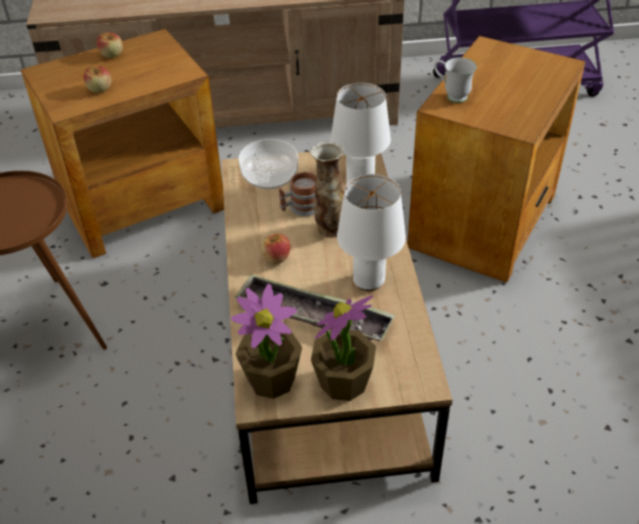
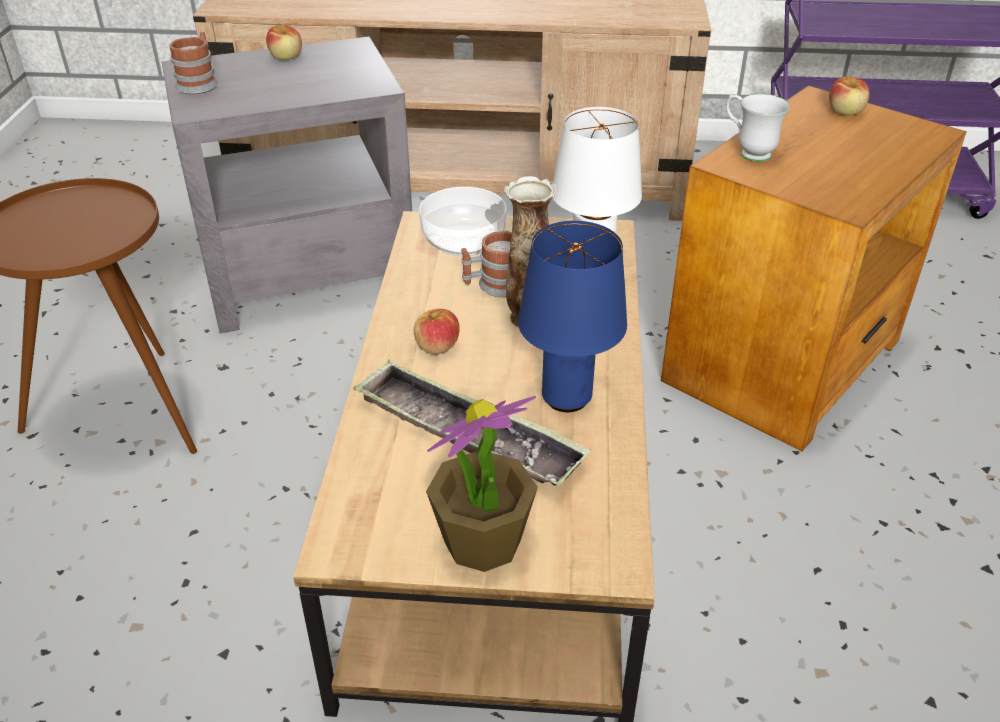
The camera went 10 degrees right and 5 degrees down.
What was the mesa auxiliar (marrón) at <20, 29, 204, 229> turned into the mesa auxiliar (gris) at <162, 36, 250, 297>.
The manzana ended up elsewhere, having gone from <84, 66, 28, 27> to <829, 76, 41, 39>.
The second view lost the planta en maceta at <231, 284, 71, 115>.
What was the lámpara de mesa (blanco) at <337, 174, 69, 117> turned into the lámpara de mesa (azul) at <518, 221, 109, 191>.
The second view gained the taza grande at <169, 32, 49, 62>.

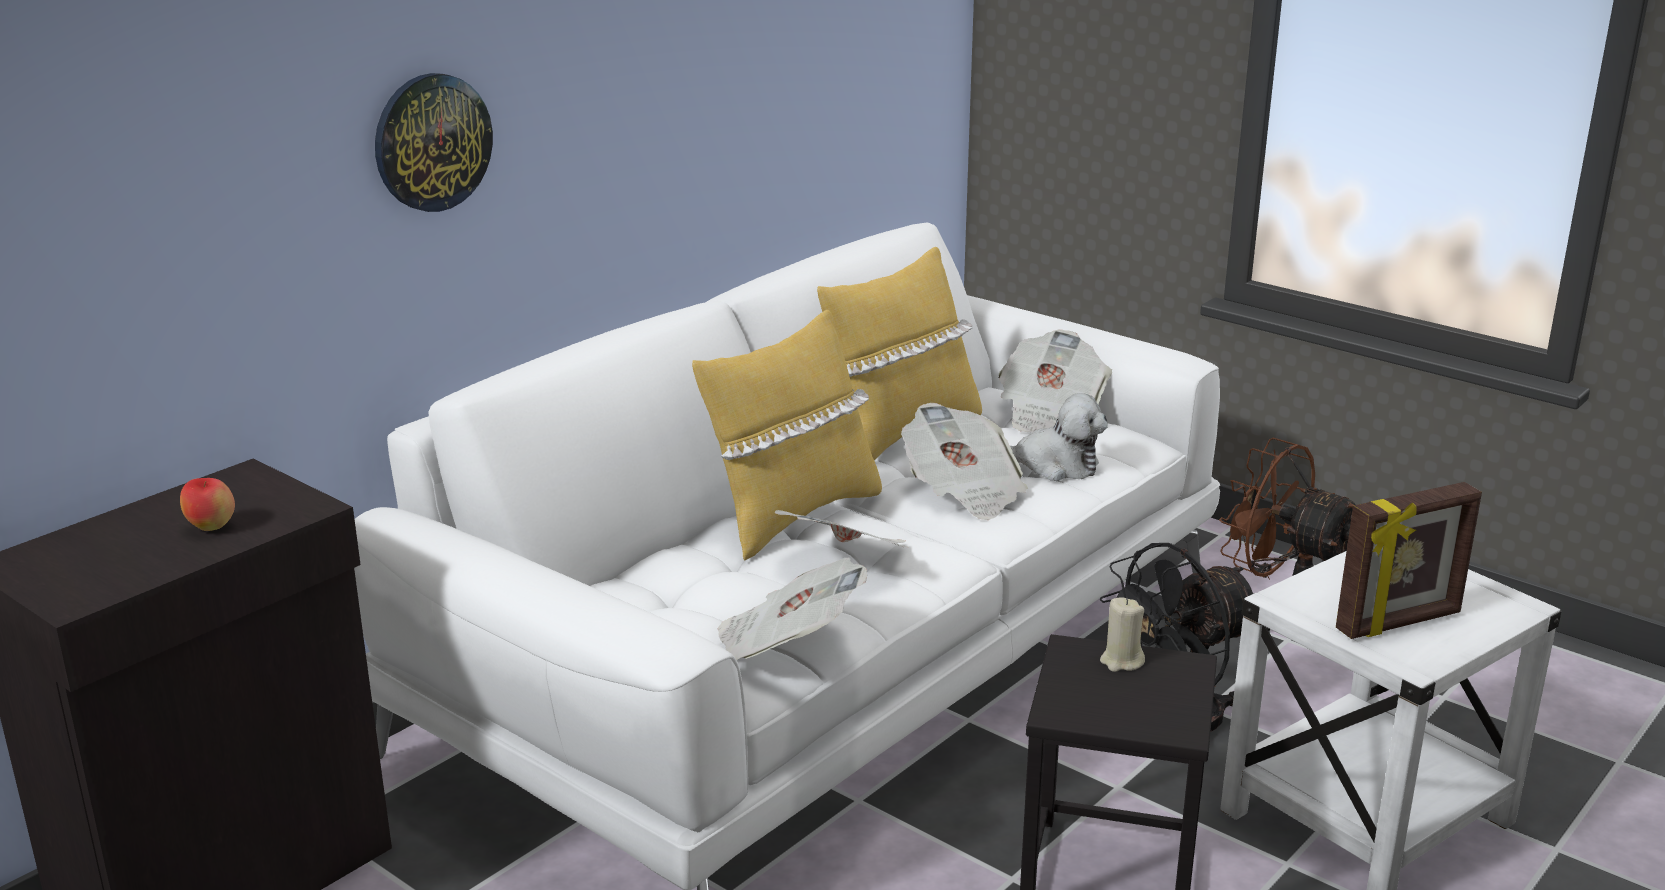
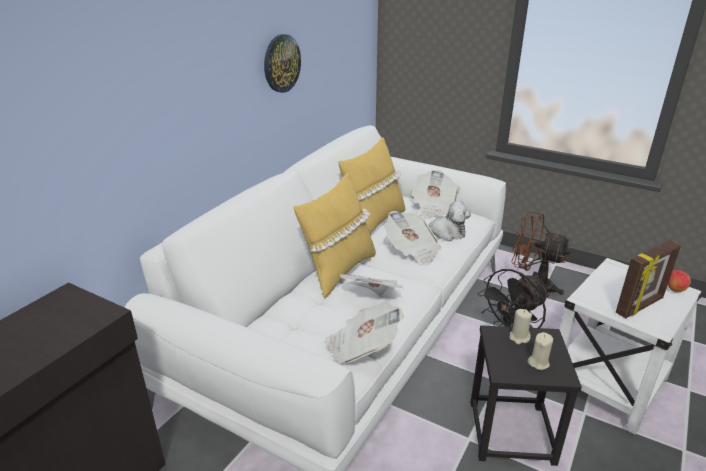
The camera went 10 degrees left and 5 degrees up.
The manzana ended up elsewhere, having gone from <180, 478, 55, 53> to <668, 270, 23, 22>.
The reloj de pared ended up elsewhere, having gone from <375, 73, 118, 139> to <264, 34, 37, 59>.
The second view gained the vela (beis) at <528, 332, 25, 38>.

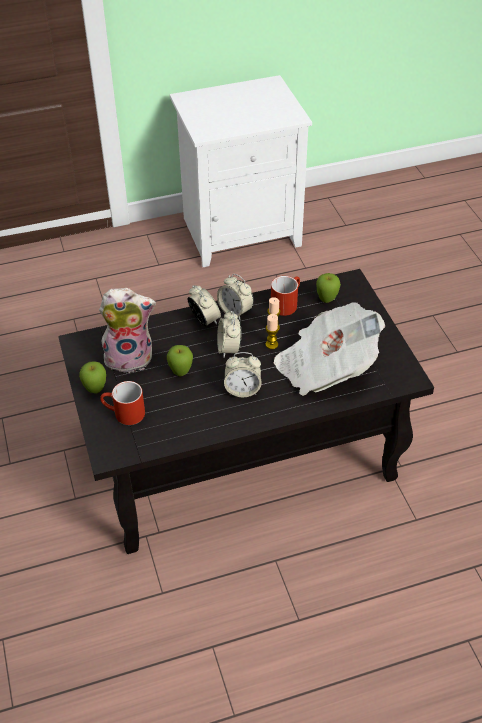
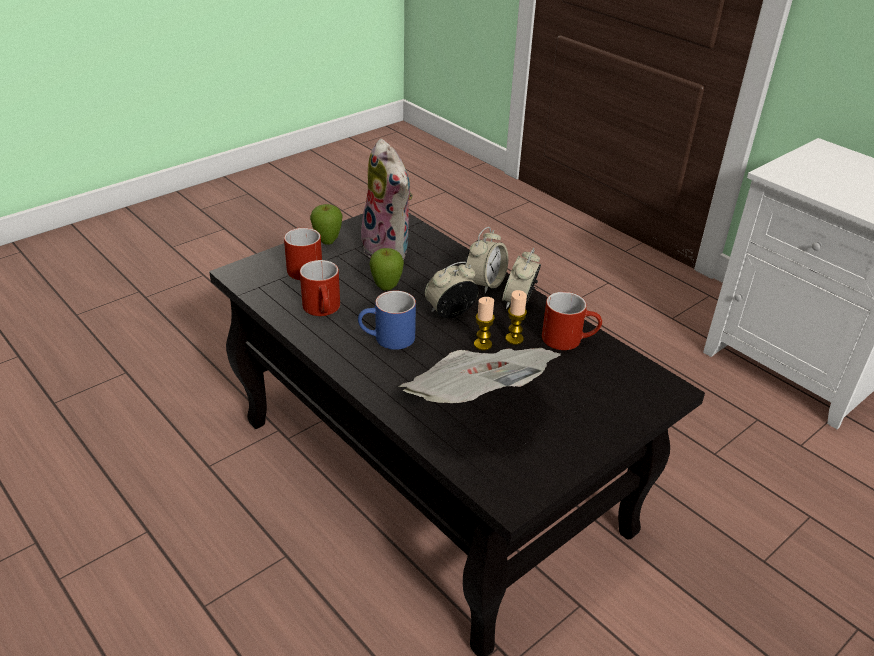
The camera went 65 degrees right and 10 degrees down.
Where the despertador stood at <224, 352, 38, 45>, the taza grande (azul) came to stand at <358, 291, 58, 59>.
The second view lost the manzana at <316, 273, 25, 30>.
The second view gained the taza grande (rojo) at <300, 260, 40, 56>.

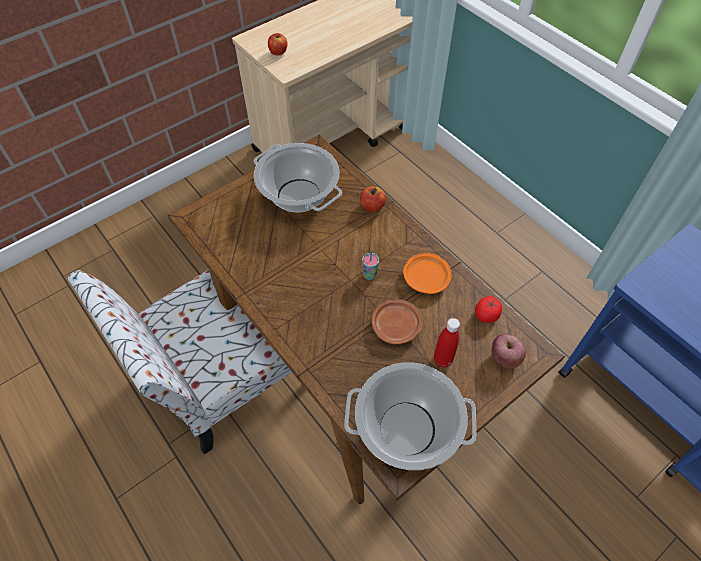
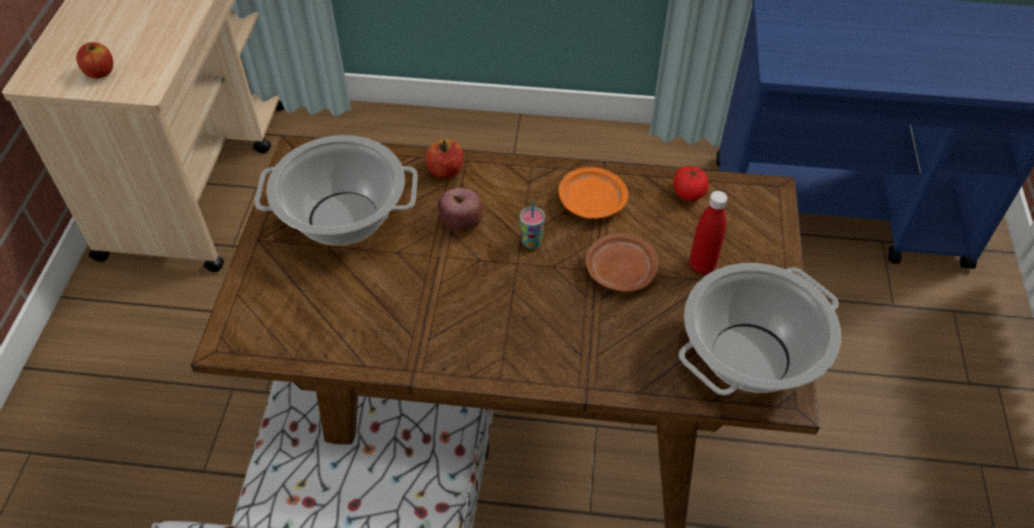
The camera went 45 degrees left and 5 degrees down.
The manzana ended up elsewhere, having gone from <491, 334, 35, 35> to <438, 188, 46, 43>.

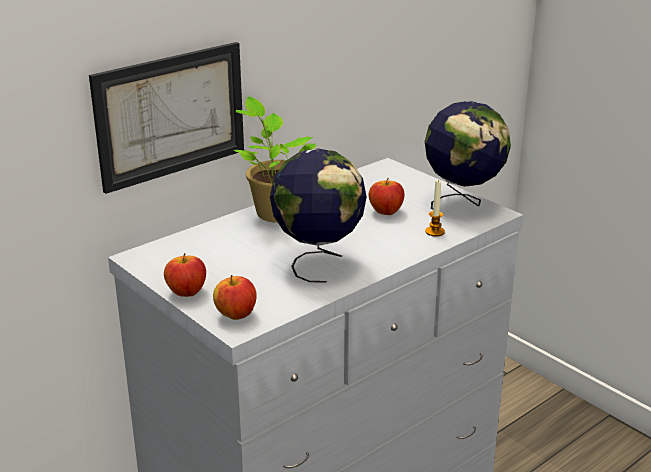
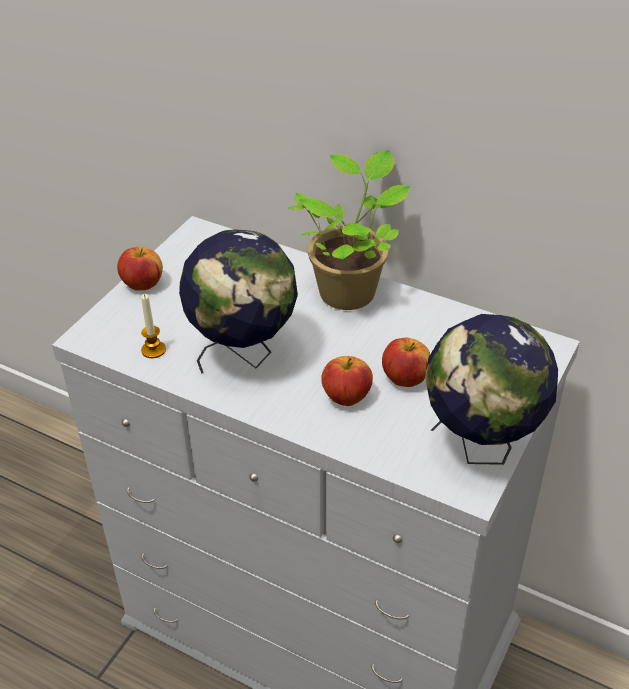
The camera went 70 degrees right and 15 degrees up.
The second view lost the cuadro at <89, 42, 155, 152>.
The manzana ended up elsewhere, having gone from <213, 275, 44, 45> to <321, 356, 52, 50>.
The vela ended up elsewhere, having gone from <425, 179, 20, 58> to <141, 294, 25, 64>.

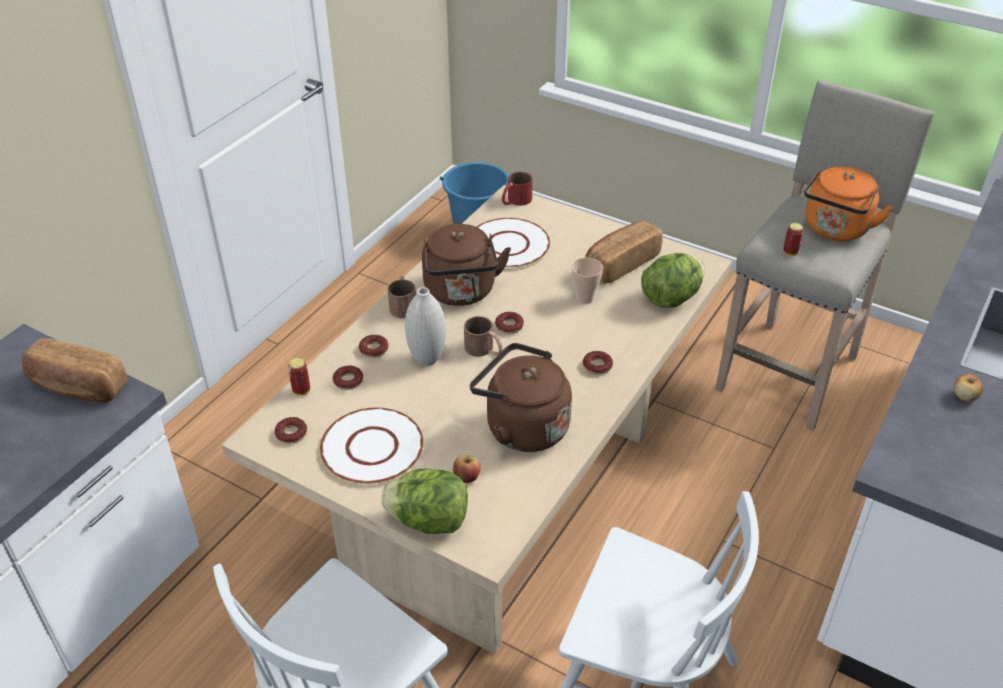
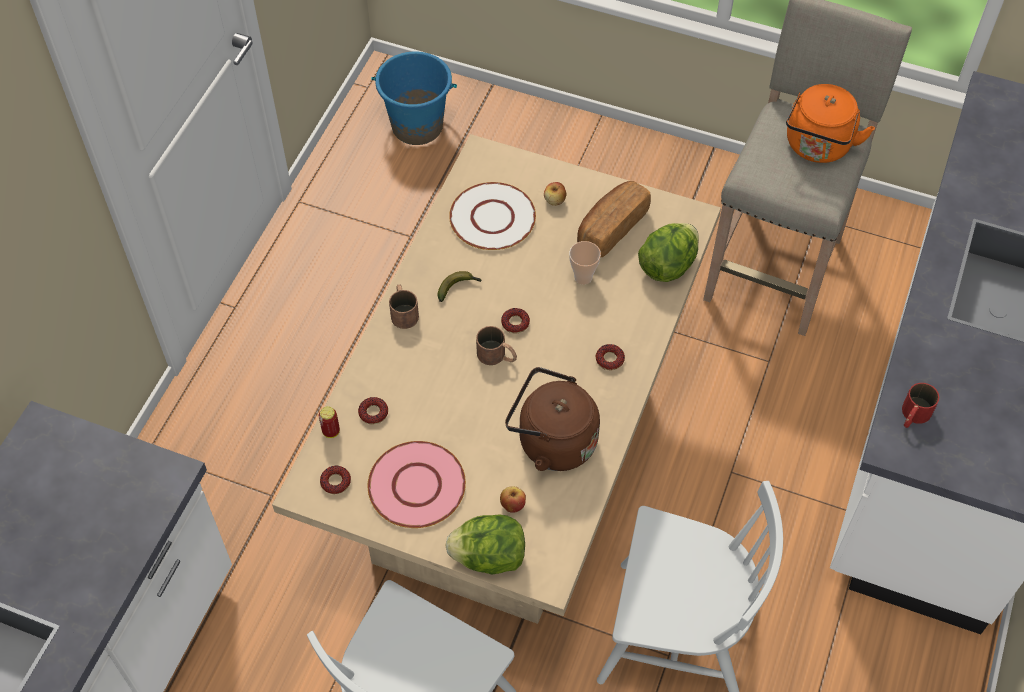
The camera went 10 degrees left and 15 degrees up.
The second view lost the pan at <22, 338, 106, 64>.
What was the plato (blanco) at <320, 407, 104, 77> turned into the plato (rosa) at <368, 441, 98, 87>.
The second view lost the rosquilla at <359, 335, 29, 23>.
The second view lost the florero (blanco) at <405, 287, 41, 79>.
Where the hervidor (marrón) stood at <422, 224, 89, 82>, the plátano came to stand at <438, 271, 43, 31>.
The taza grande (rojo) ended up elsewhere, having gone from <502, 172, 31, 34> to <902, 383, 37, 45>.
The second view lost the lata at <783, 223, 20, 33>.
The manzana ended up elsewhere, having gone from <954, 374, 29, 27> to <544, 182, 22, 24>.

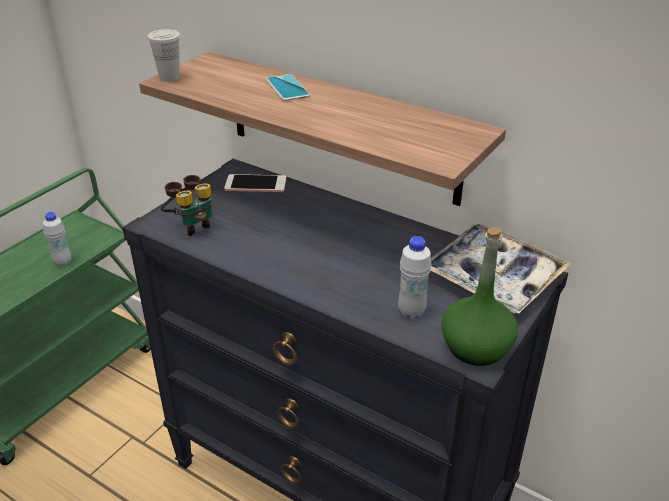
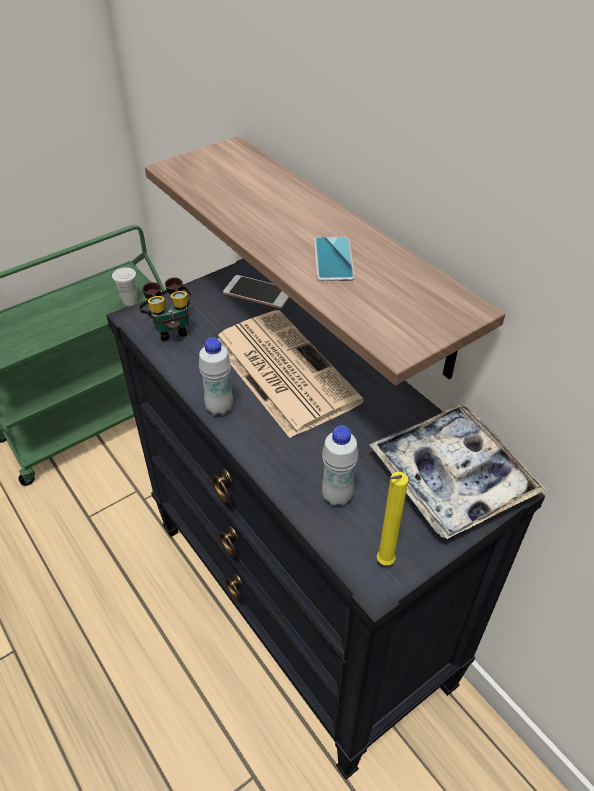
The camera went 20 degrees right and 10 degrees up.
The botella (blanco) ended up elsewhere, having gone from <43, 212, 28, 54> to <199, 338, 34, 77>.
The taza (blanco) ended up elsewhere, having gone from <147, 29, 33, 53> to <112, 267, 25, 39>.
The móvil ended up elsewhere, having gone from <266, 74, 44, 27> to <314, 237, 41, 44>.
Where the botella (verde) stood at <441, 227, 77, 139>, the vela (amarillo) came to stand at <377, 472, 31, 93>.
The second view gained the periódico at <218, 310, 146, 128>.

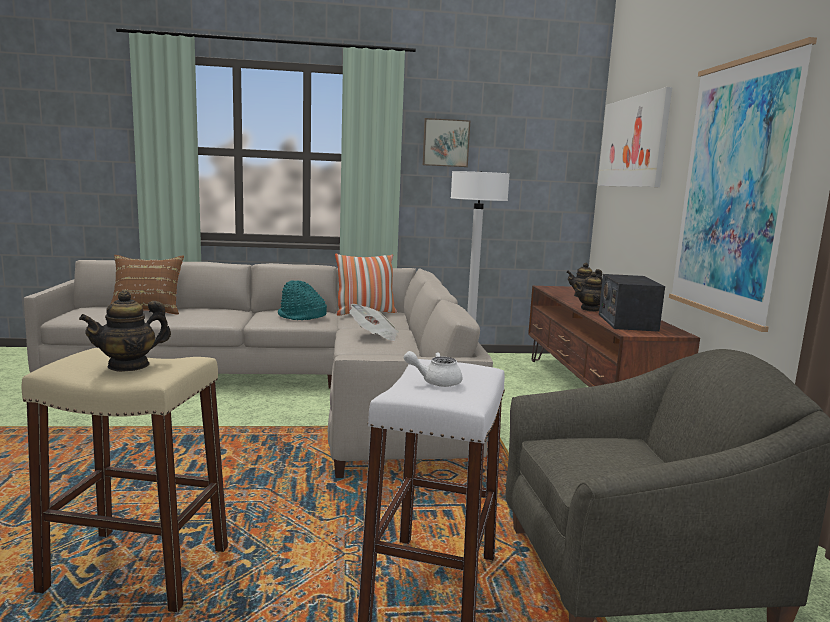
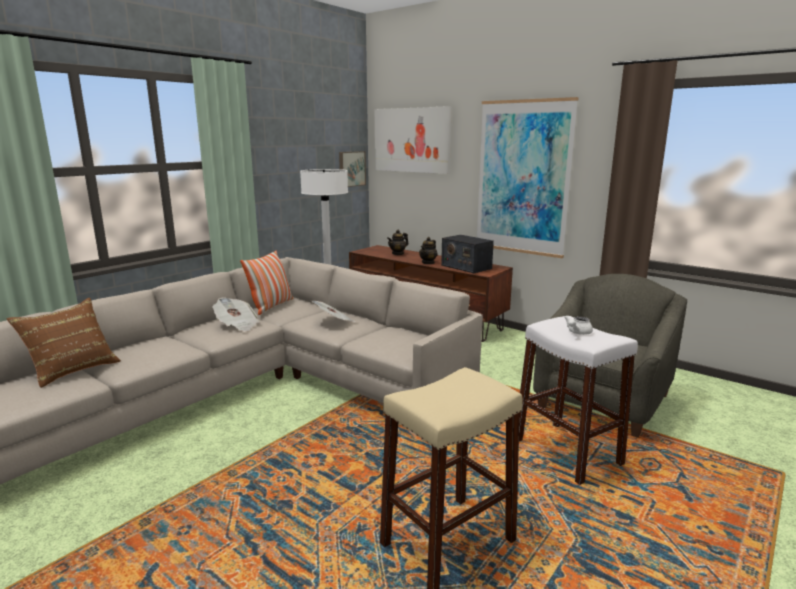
The camera went 45 degrees left and 5 degrees up.
The second view lost the tetera at <79, 290, 92, 82>.
Where the sombrero (turquesa) stood at <278, 281, 49, 39>, the periódico came to stand at <212, 297, 48, 35>.
The cuadro ended up elsewhere, having gone from <423, 118, 47, 49> to <339, 151, 27, 36>.

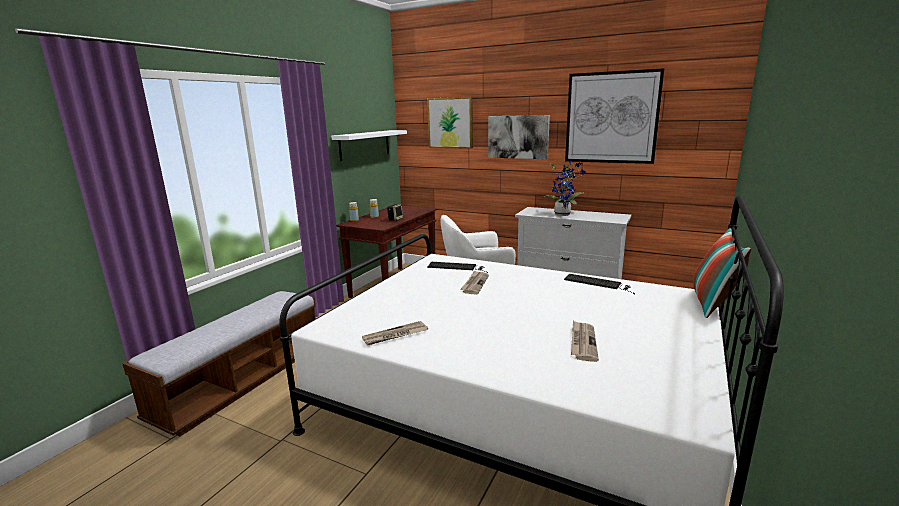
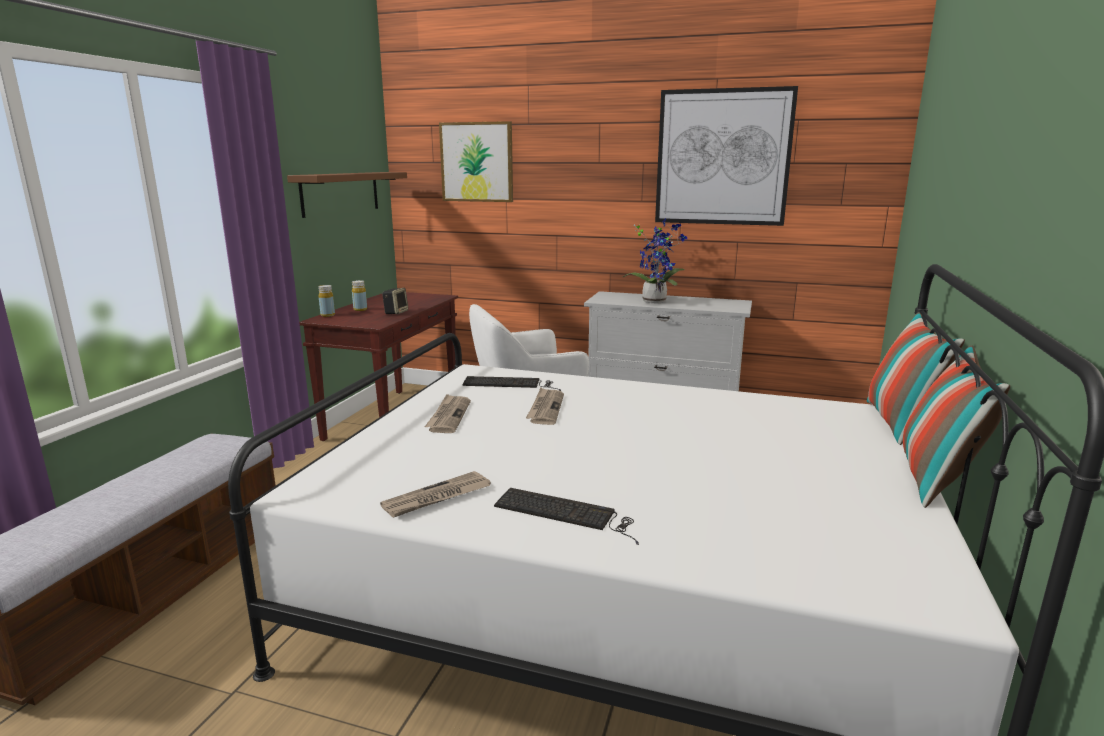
The camera went 10 degrees left and 0 degrees up.
What was the estante (blanco) at <331, 130, 76, 31> turned into the estante (marrón) at <287, 172, 120, 46>.
The second view lost the cuadro at <488, 115, 62, 44>.
The teclado ended up elsewhere, having gone from <564, 274, 71, 20> to <494, 488, 145, 57>.
The periódico ended up elsewhere, having gone from <571, 321, 28, 41> to <425, 394, 46, 39>.
The second view gained the cojín at <903, 345, 107, 163>.

